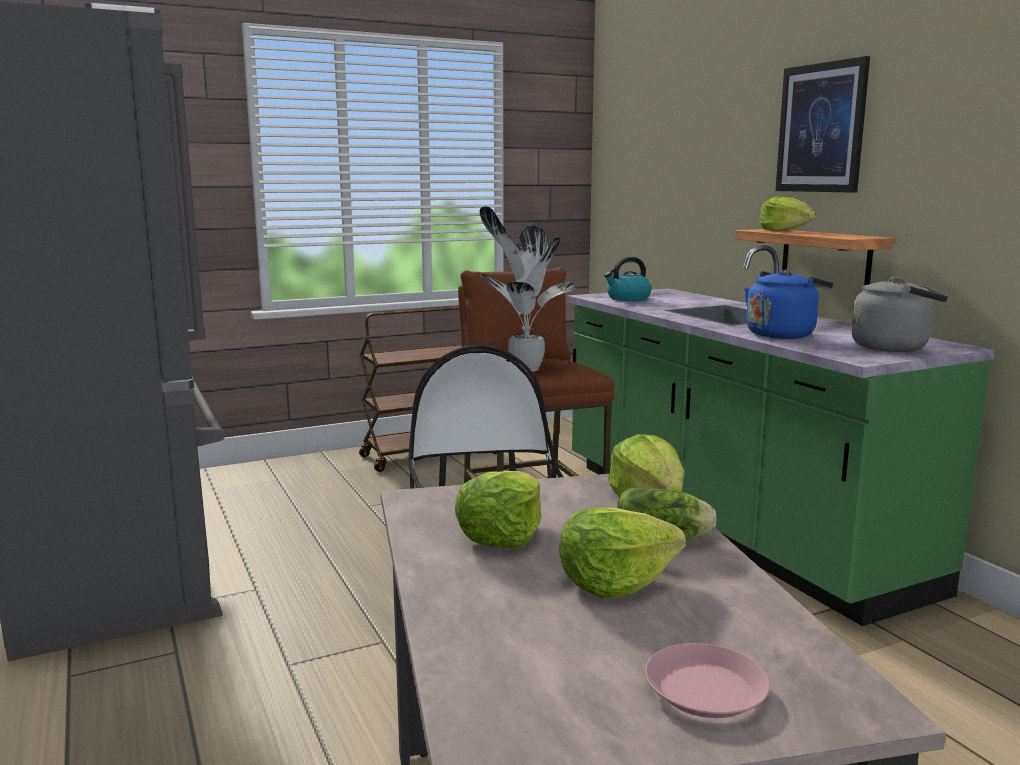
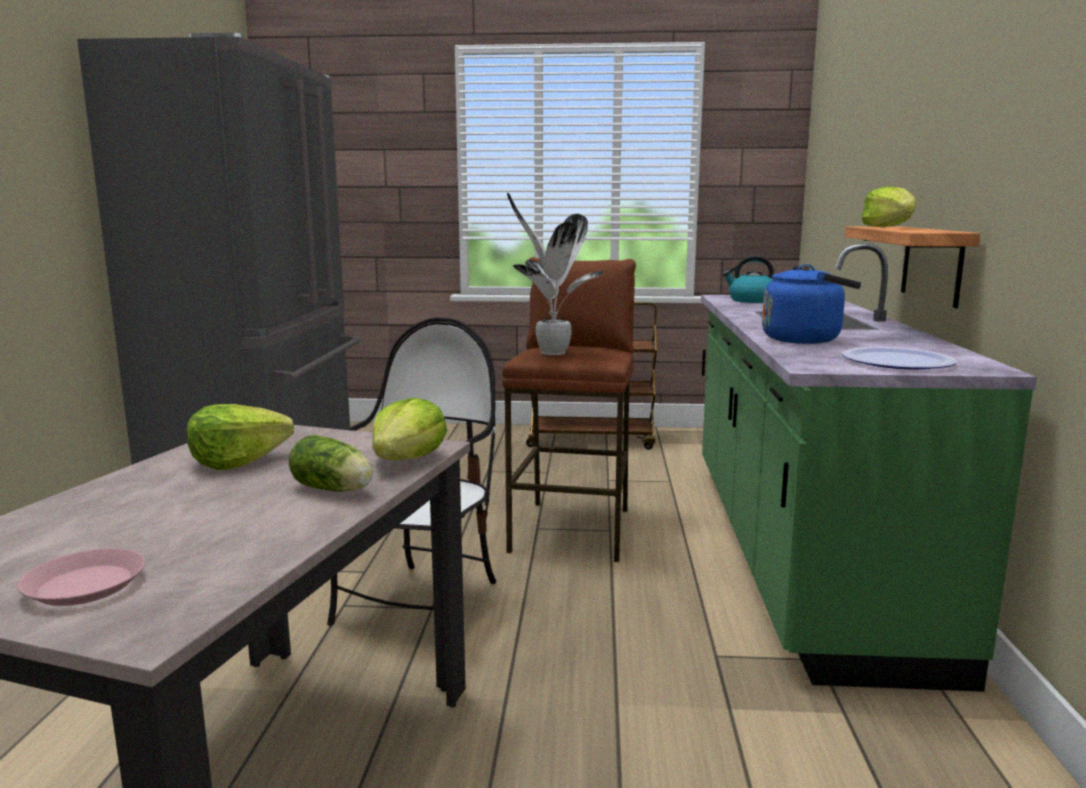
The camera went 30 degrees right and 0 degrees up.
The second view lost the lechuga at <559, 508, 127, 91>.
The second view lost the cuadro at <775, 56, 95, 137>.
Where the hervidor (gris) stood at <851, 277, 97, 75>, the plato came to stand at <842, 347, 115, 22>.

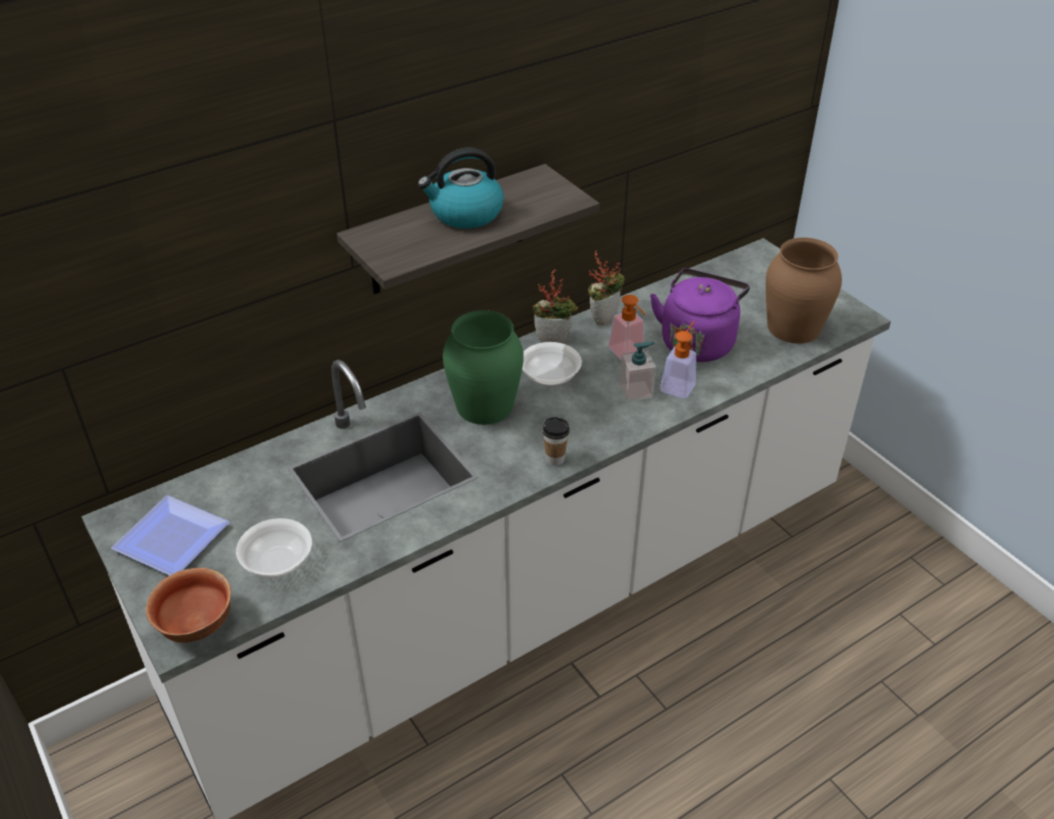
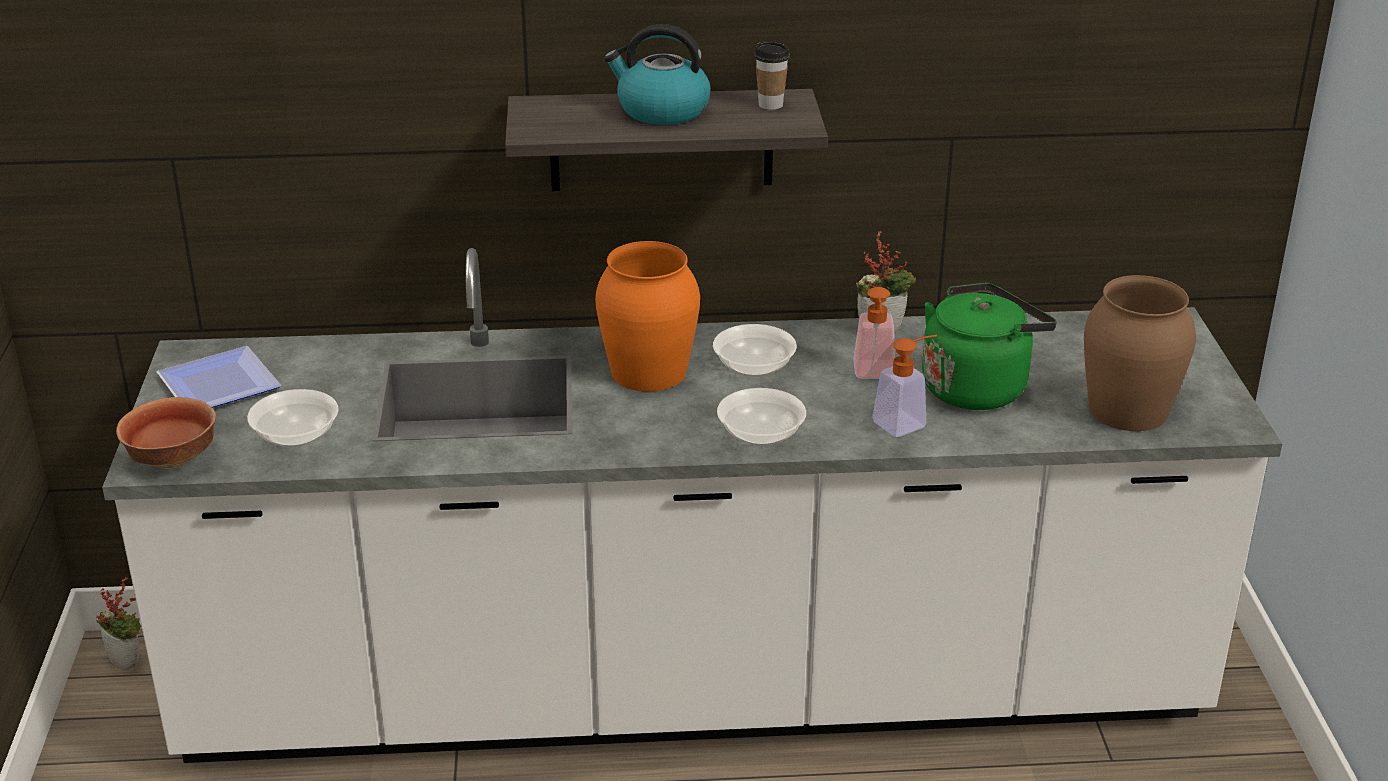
The camera went 30 degrees right and 10 degrees down.
What was the florero (verde) at <443, 310, 81, 115> turned into the florero (naranja) at <595, 241, 105, 150>.
The planta en maceta ended up elsewhere, having gone from <533, 269, 46, 75> to <96, 577, 45, 94>.
The taza ended up elsewhere, having gone from <542, 417, 28, 49> to <755, 42, 35, 68>.
The second view lost the dispensador de jabón at <620, 342, 36, 60>.
What was the hervidor (morado) at <650, 268, 100, 94> turned into the hervidor (verde) at <922, 283, 135, 127>.
The second view gained the cuenco at <717, 388, 89, 57>.

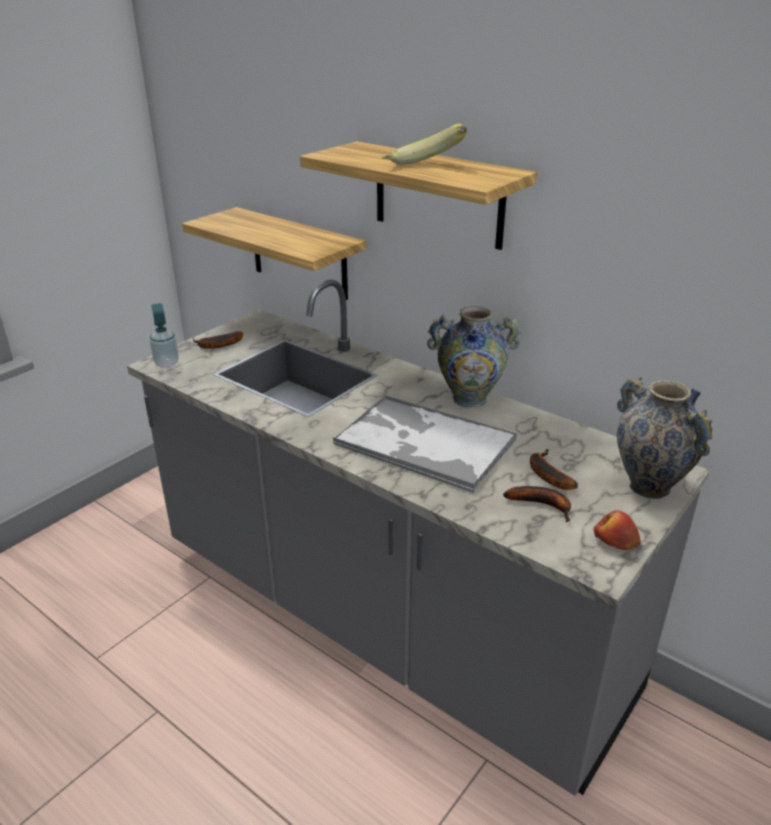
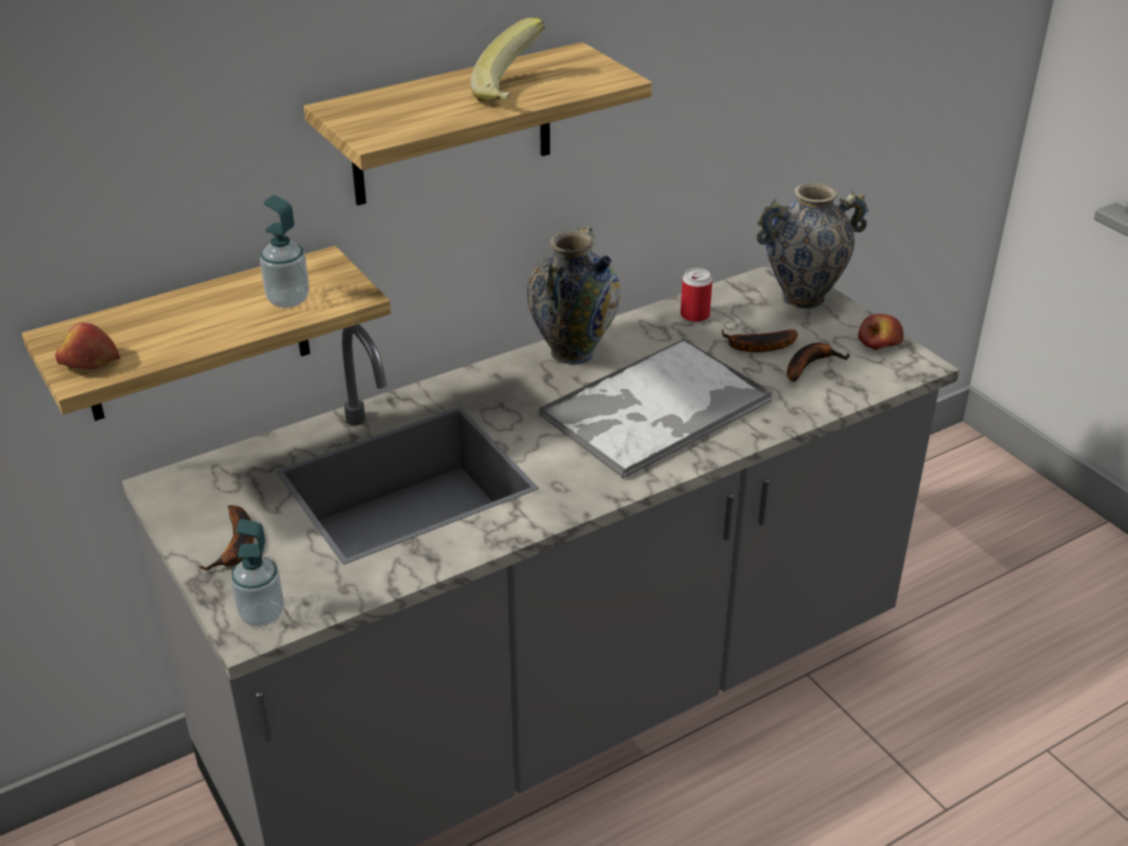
The camera went 70 degrees left and 5 degrees up.
The second view gained the manzana at <55, 323, 65, 46>.
The second view gained the dispensador de jabón at <260, 195, 49, 113>.
The second view gained the lata at <680, 268, 32, 54>.

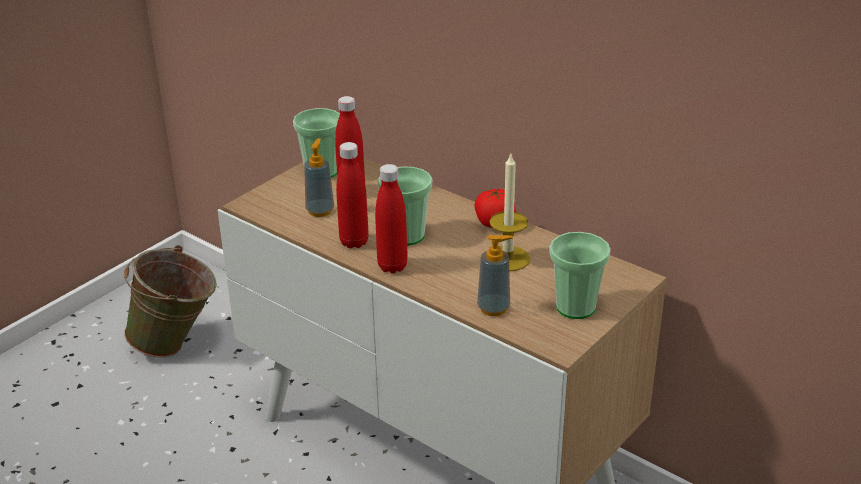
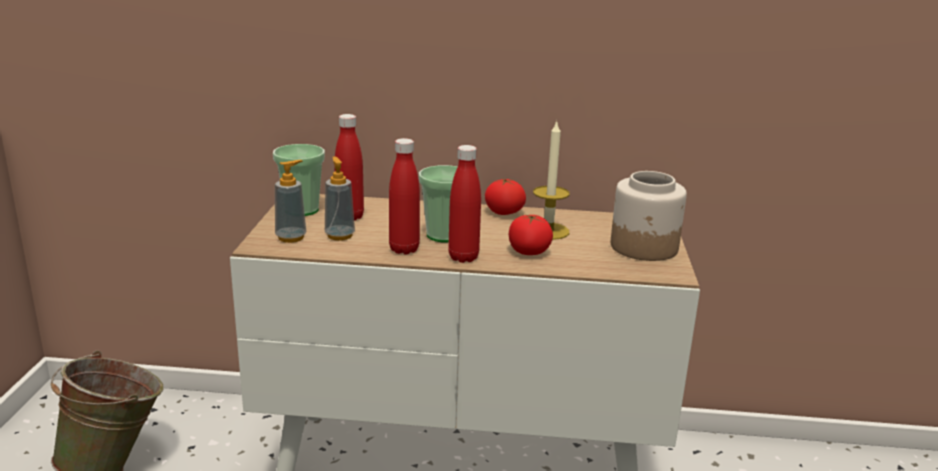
The camera went 35 degrees left and 10 degrees down.
The dispensador de jabón ended up elsewhere, having gone from <477, 235, 36, 81> to <275, 160, 31, 83>.
Where the taza stood at <550, 232, 61, 87>, the tarro came to stand at <611, 171, 76, 90>.
The second view gained the tomate at <509, 215, 44, 40>.

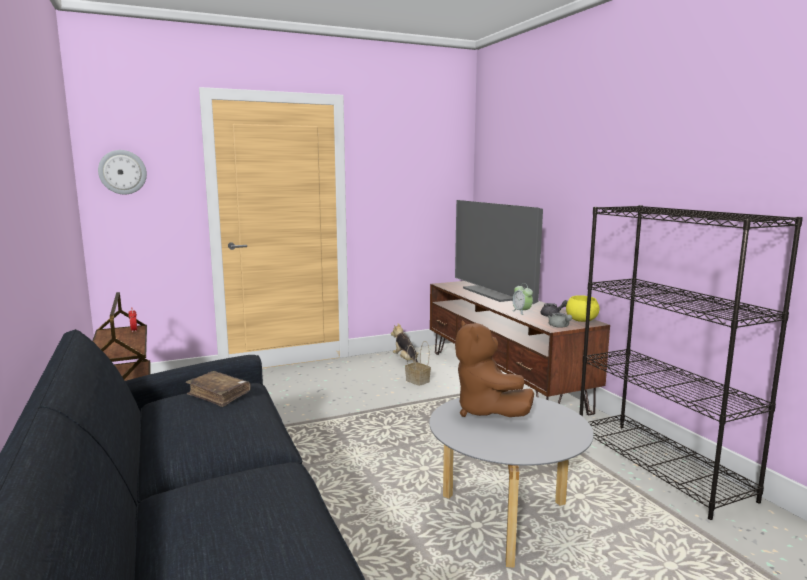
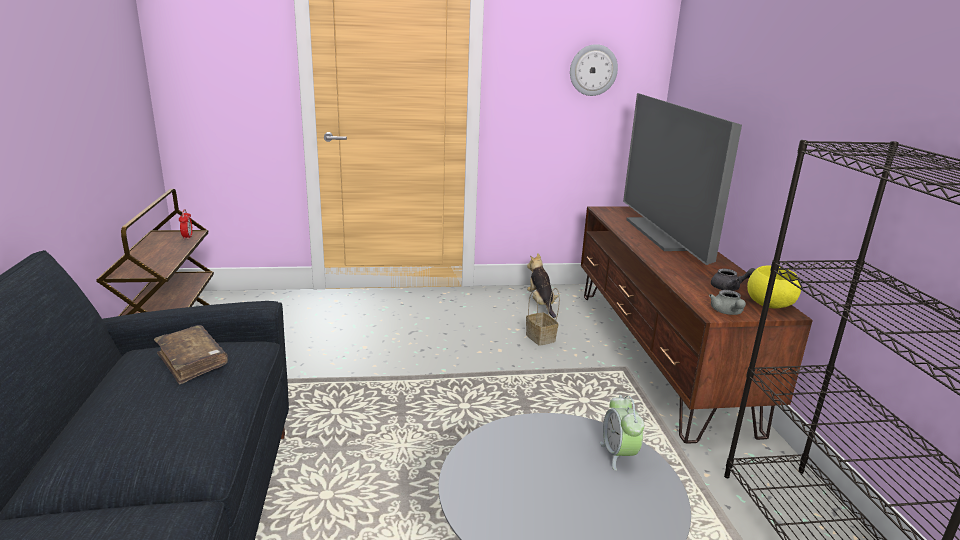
The camera went 15 degrees right and 10 degrees up.
The reloj de pared ended up elsewhere, having gone from <98, 150, 49, 44> to <570, 44, 48, 52>.
The second view lost the peluche (marrón) at <455, 320, 79, 97>.
The despertador ended up elsewhere, having gone from <512, 283, 21, 32> to <600, 395, 44, 76>.

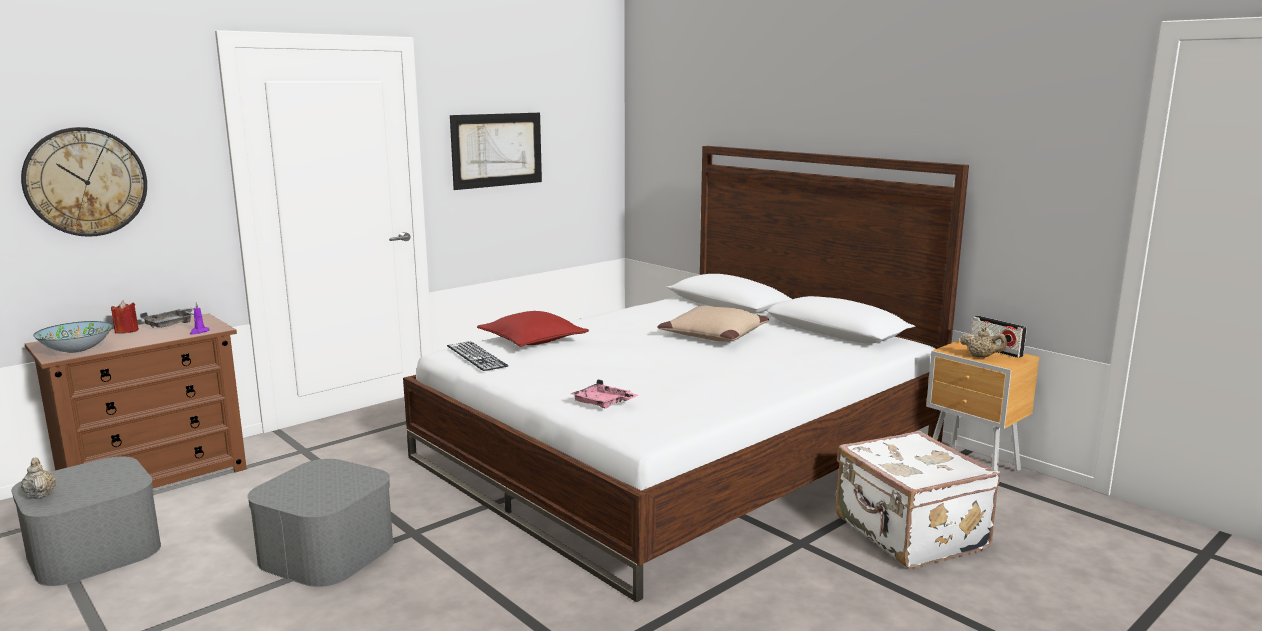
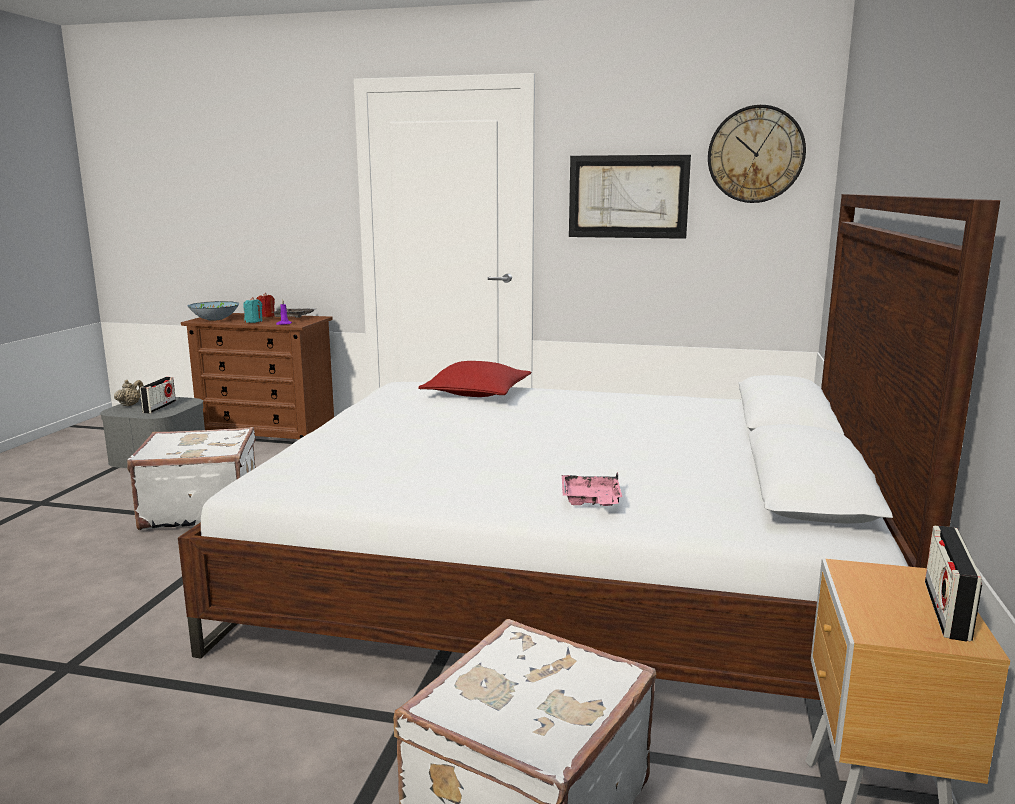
The camera went 55 degrees right and 0 degrees up.
The reloj de pared ended up elsewhere, having gone from <21, 127, 126, 110> to <708, 105, 98, 98>.
Where the caja de almacenaje (gris) stood at <247, 459, 147, 128>, the maleta (blanco) came to stand at <127, 427, 129, 103>.
The second view lost the teclado at <447, 341, 61, 30>.
The bandeja (rosa) ended up elsewhere, having gone from <571, 379, 67, 29> to <562, 472, 60, 34>.
The second view lost the cojín (beis) at <657, 306, 112, 36>.
The second view lost the tetera (beis) at <960, 327, 47, 31>.
The second view gained the radio at <140, 377, 36, 36>.
The second view gained the vela (turquesa) at <243, 297, 19, 26>.

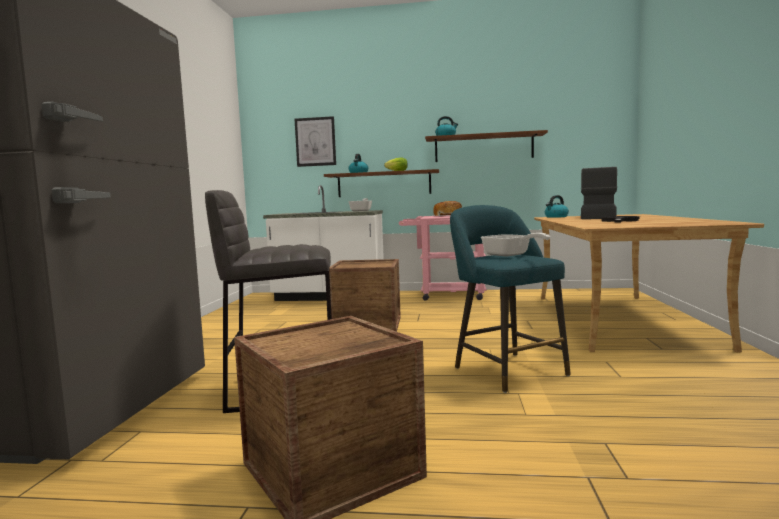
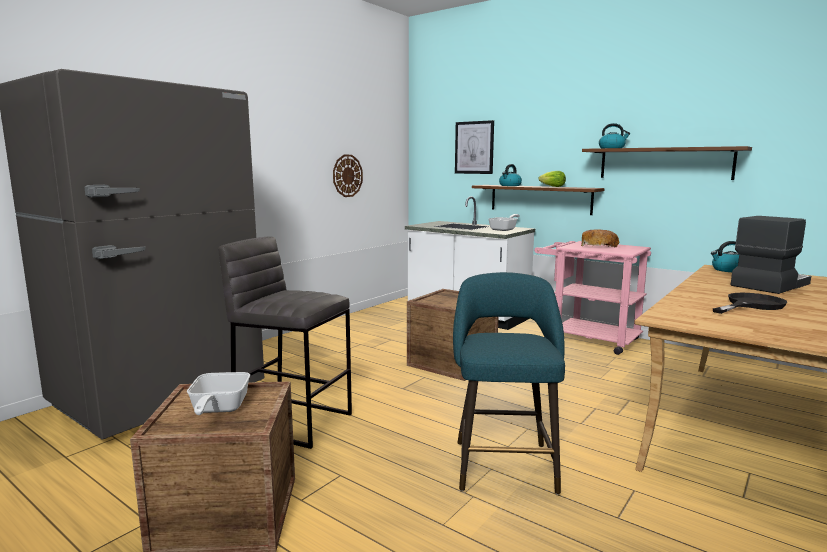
The camera went 30 degrees right and 5 degrees up.
The sartén ended up elsewhere, having gone from <481, 233, 69, 24> to <187, 372, 63, 43>.
The second view gained the reloj de pared at <333, 155, 30, 42>.

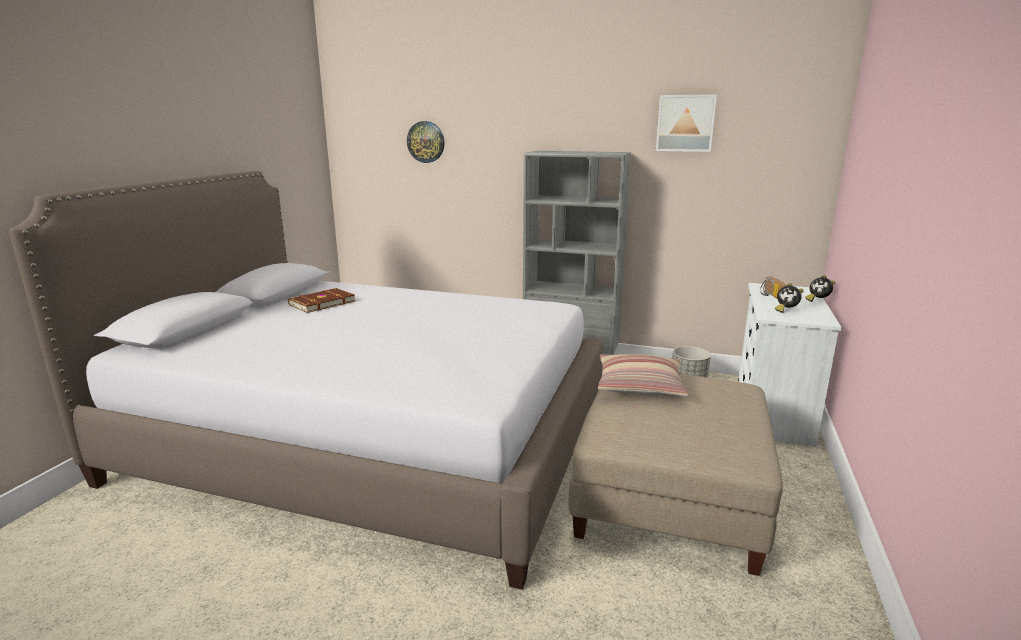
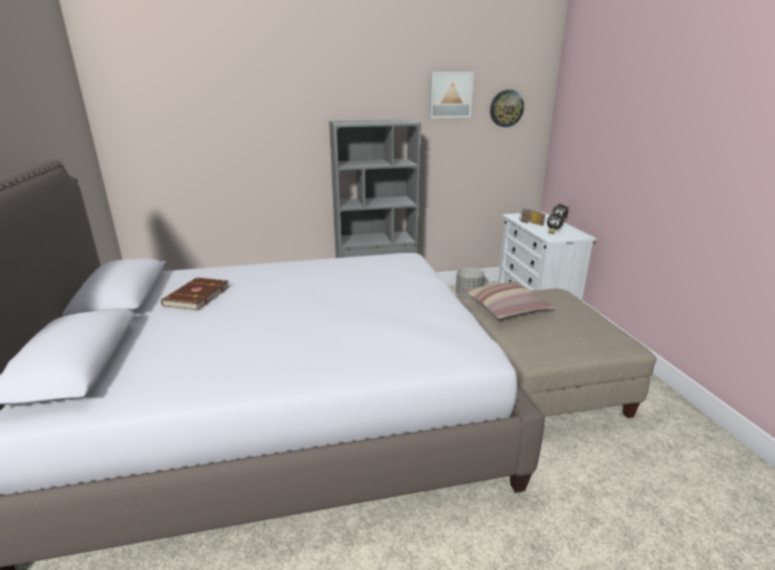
The camera went 30 degrees left and 5 degrees up.
The reloj de pared ended up elsewhere, having gone from <407, 121, 38, 42> to <490, 90, 34, 37>.

